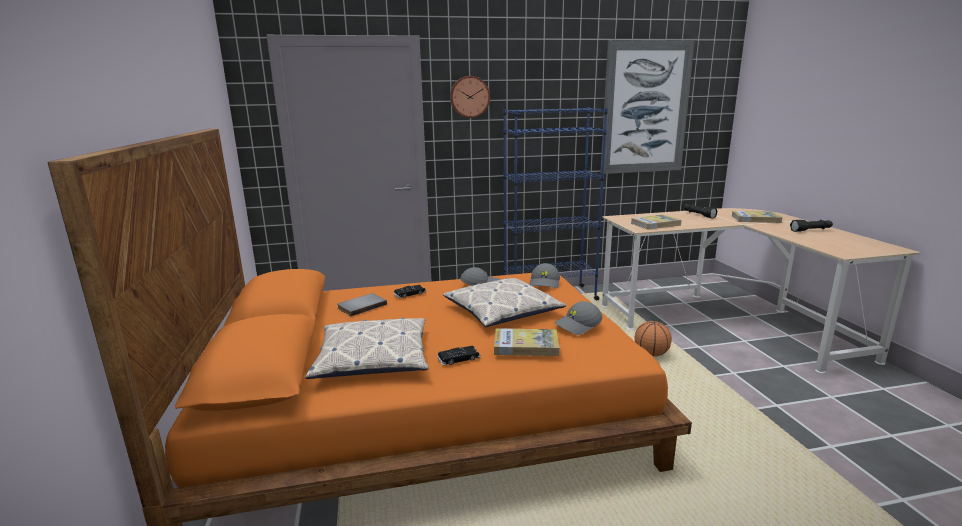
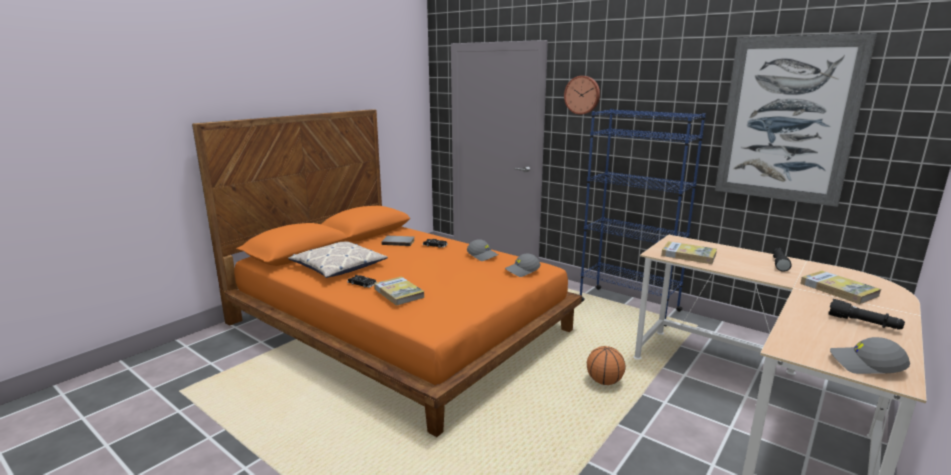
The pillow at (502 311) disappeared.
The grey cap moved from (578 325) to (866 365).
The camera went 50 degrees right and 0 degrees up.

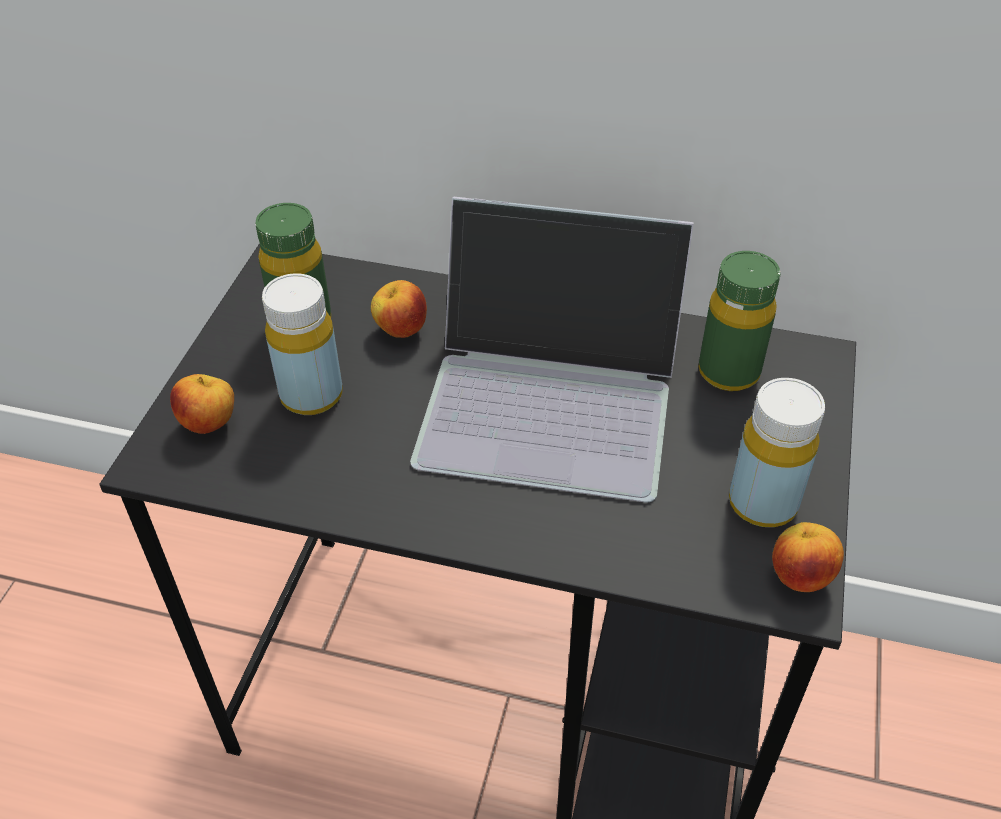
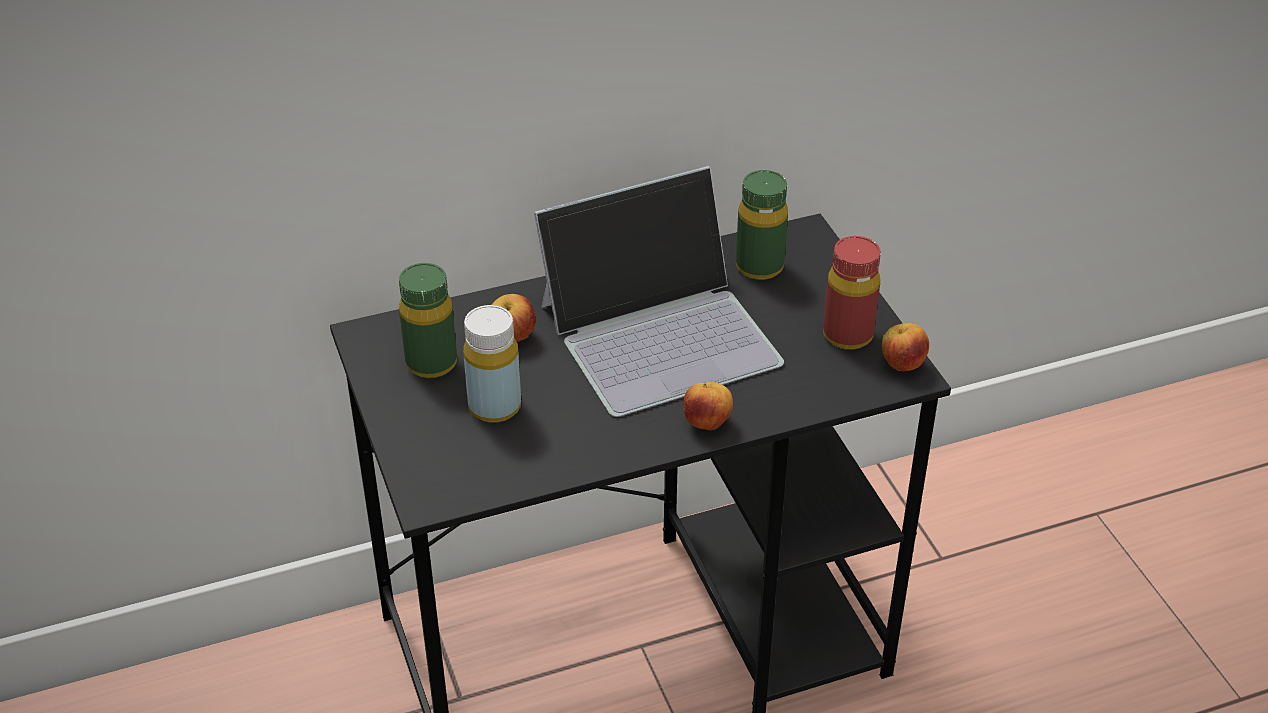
The apple moved from (210 424) to (707 423).
The yellow bottle at (762 503) became the red bottle at (847 335).
The camera went 35 degrees left and 5 degrees down.

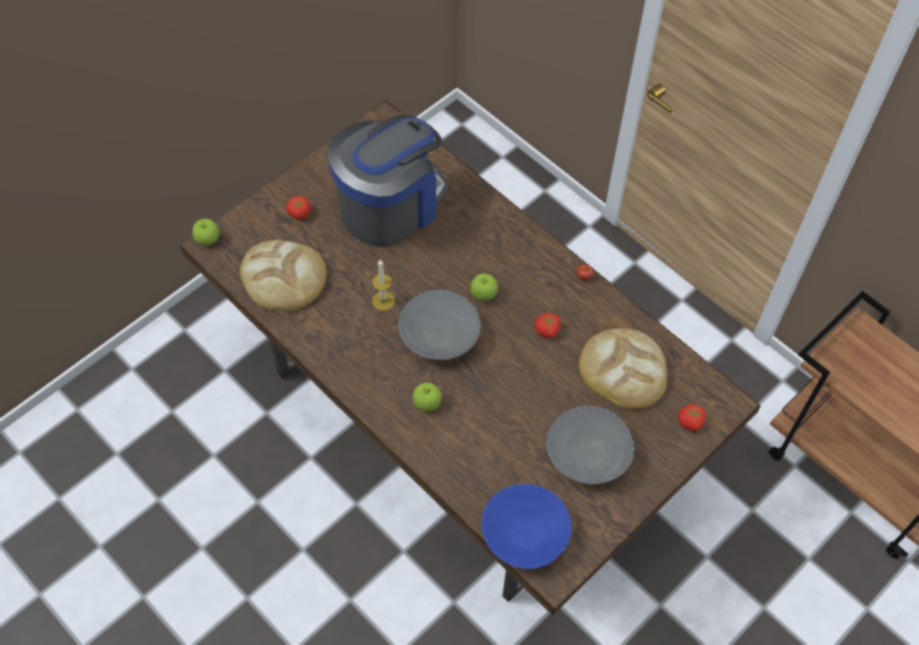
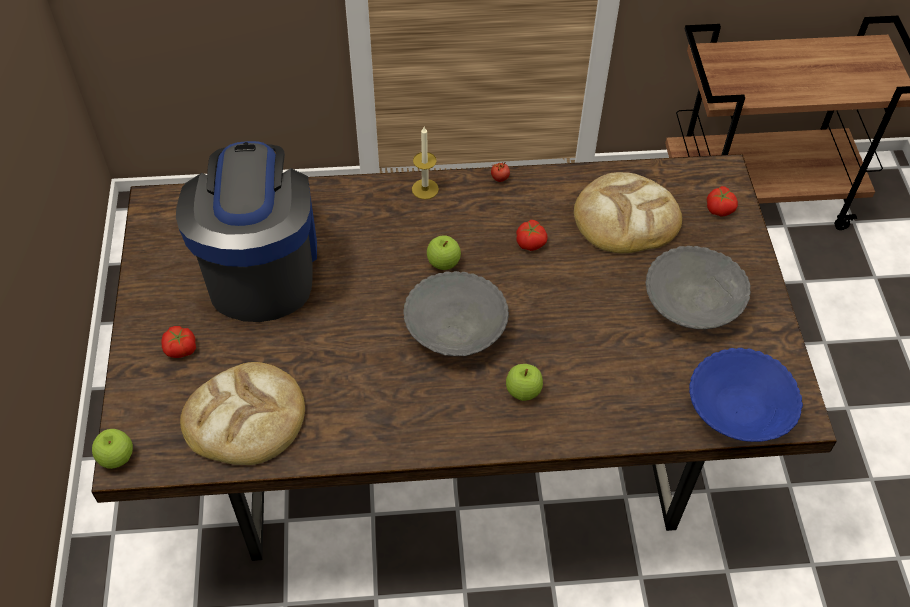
The candle moved from (383 301) to (425 189).
The camera went 50 degrees left and 5 degrees down.

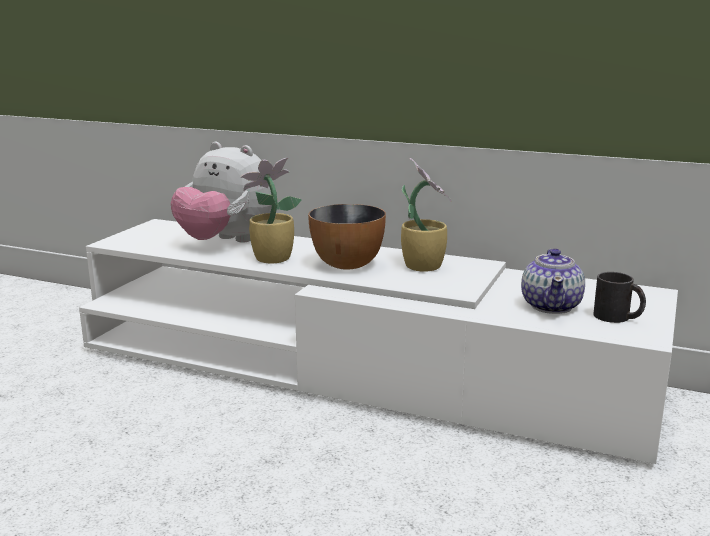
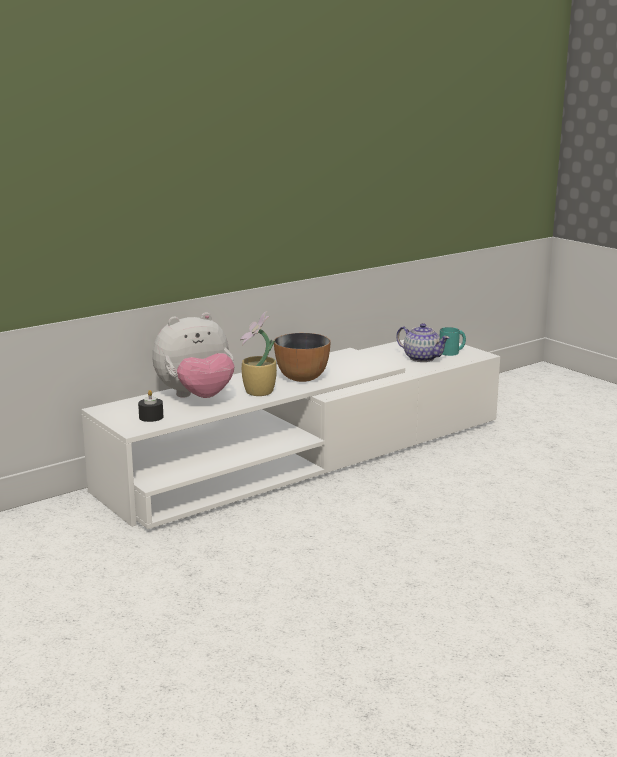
The potted plant at (423 266) disappeared.
The black mug at (618 317) became the turquoise mug at (452 352).
The black candle at (151 417) appeared.
The camera went 60 degrees left and 0 degrees up.

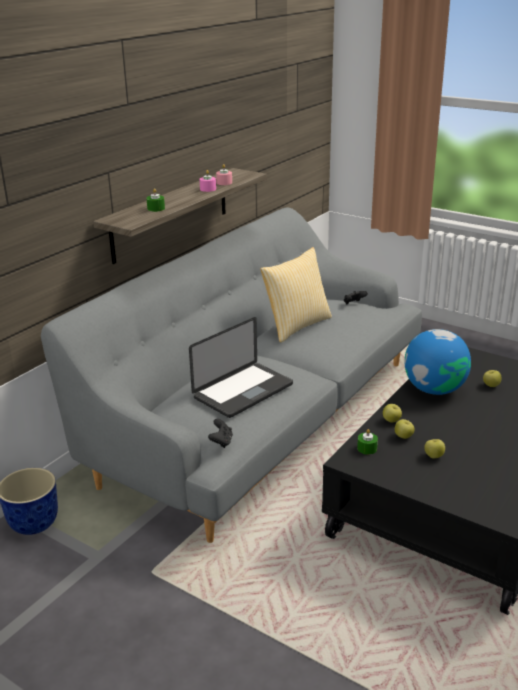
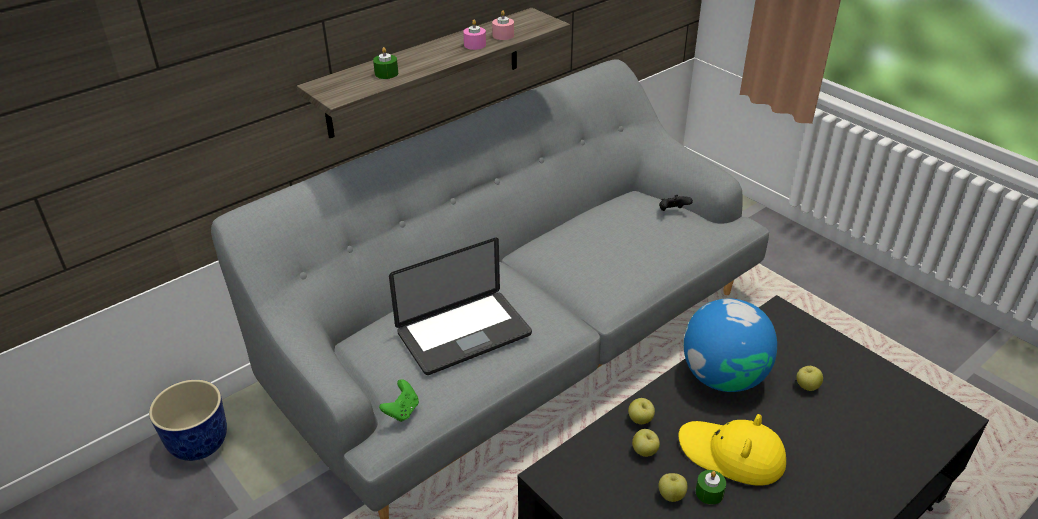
The black game controller at (221 442) became the green game controller at (402 411).
The pillow at (296 326) disappeared.
The green candle moved from (367 448) to (709 492).
The yellow hat at (731 455) appeared.
The camera went 15 degrees right and 10 degrees up.

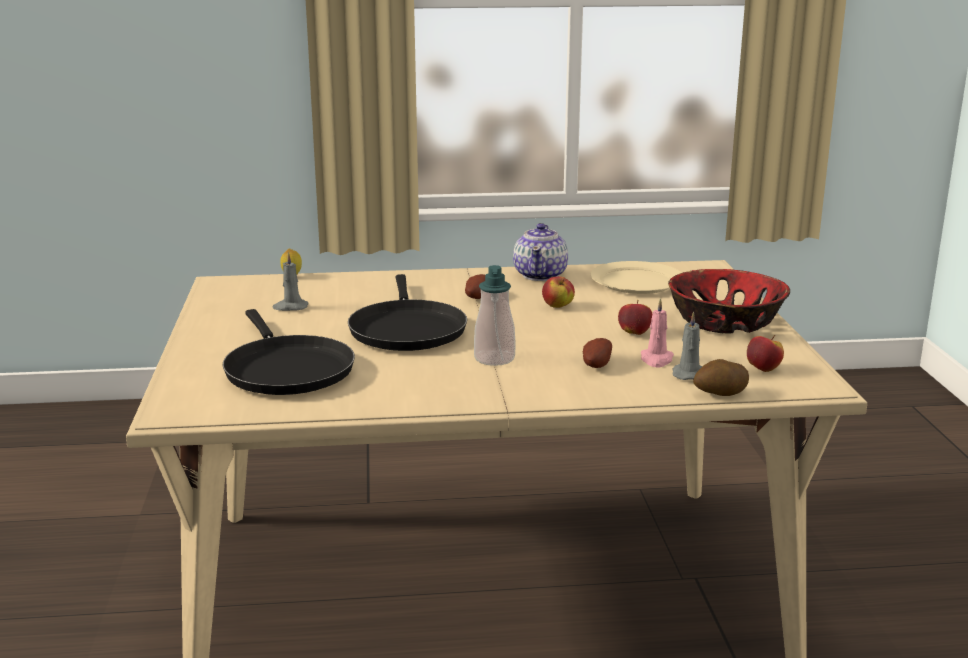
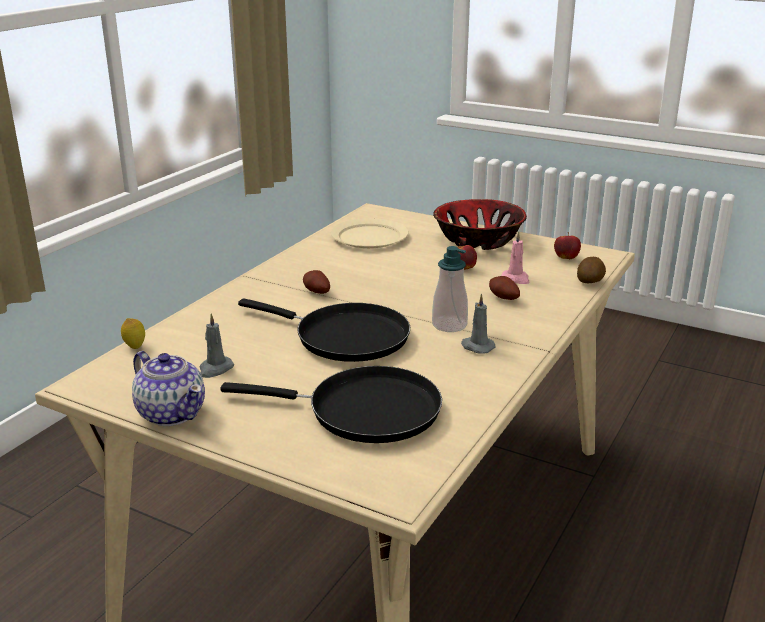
The teapot moved from (541 275) to (171 413).
The apple at (557 306) disappeared.
The grey candle moved from (688 374) to (477 346).
The camera went 55 degrees left and 5 degrees up.

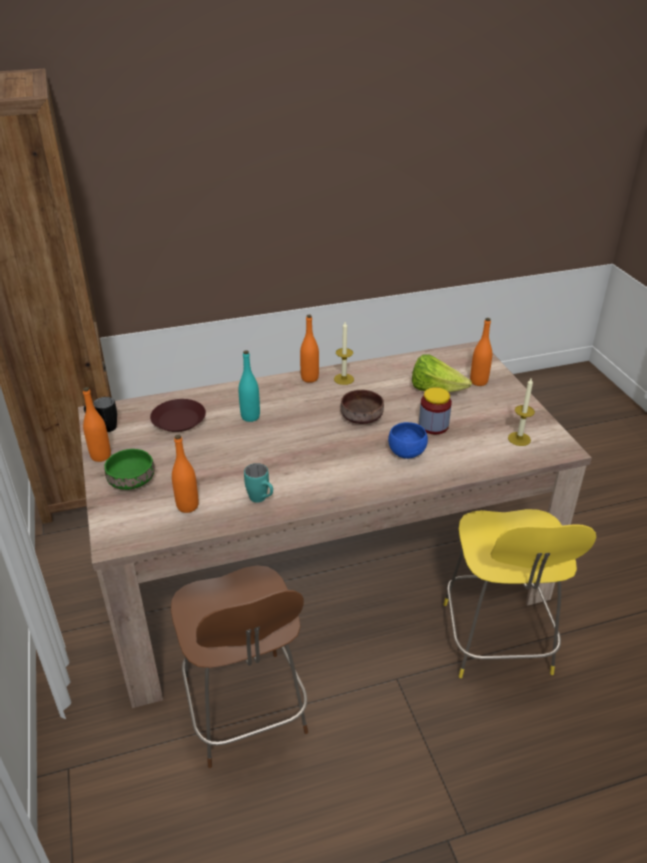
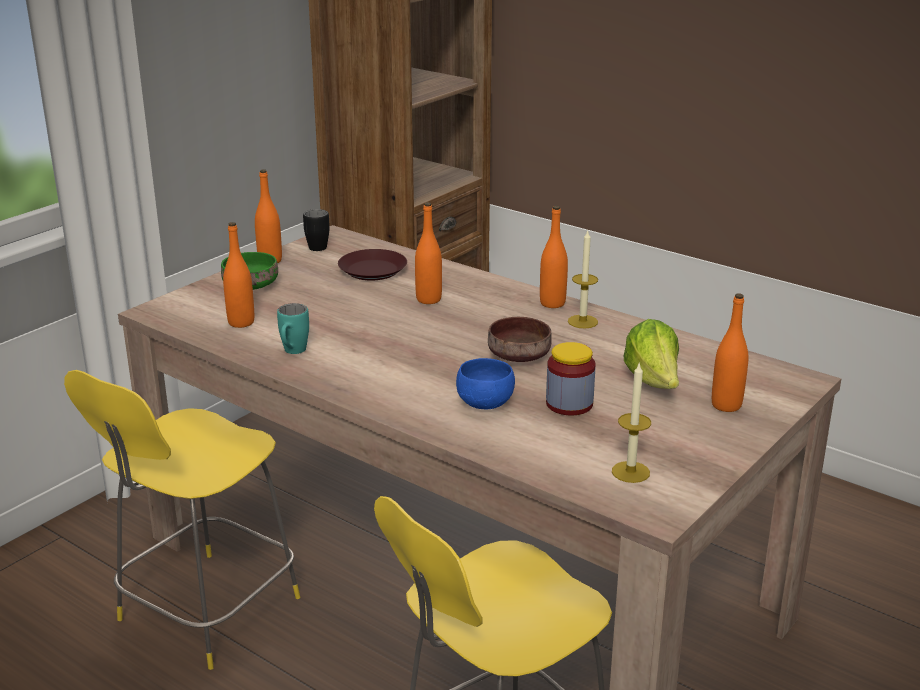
The brown chair at (246 712) became the yellow chair at (204 612).
The turquoise bottle at (250 417) became the orange bottle at (428 299).
The camera went 55 degrees right and 10 degrees down.

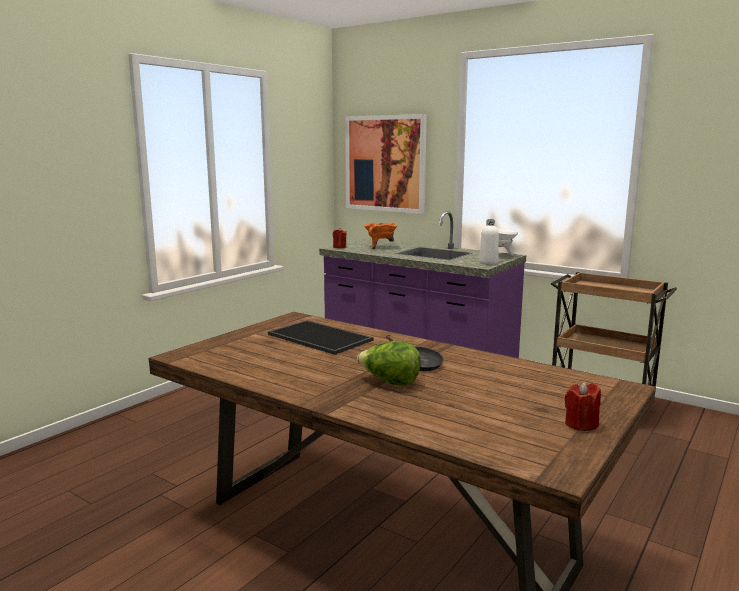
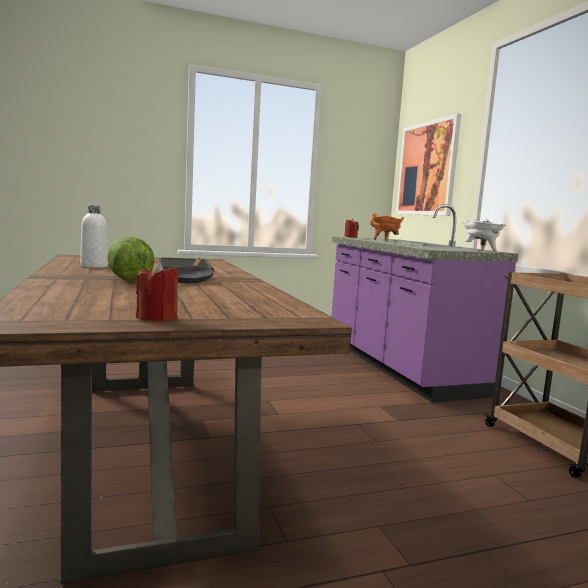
The white bottle moved from (488 262) to (94 266).
The camera went 35 degrees right and 5 degrees down.

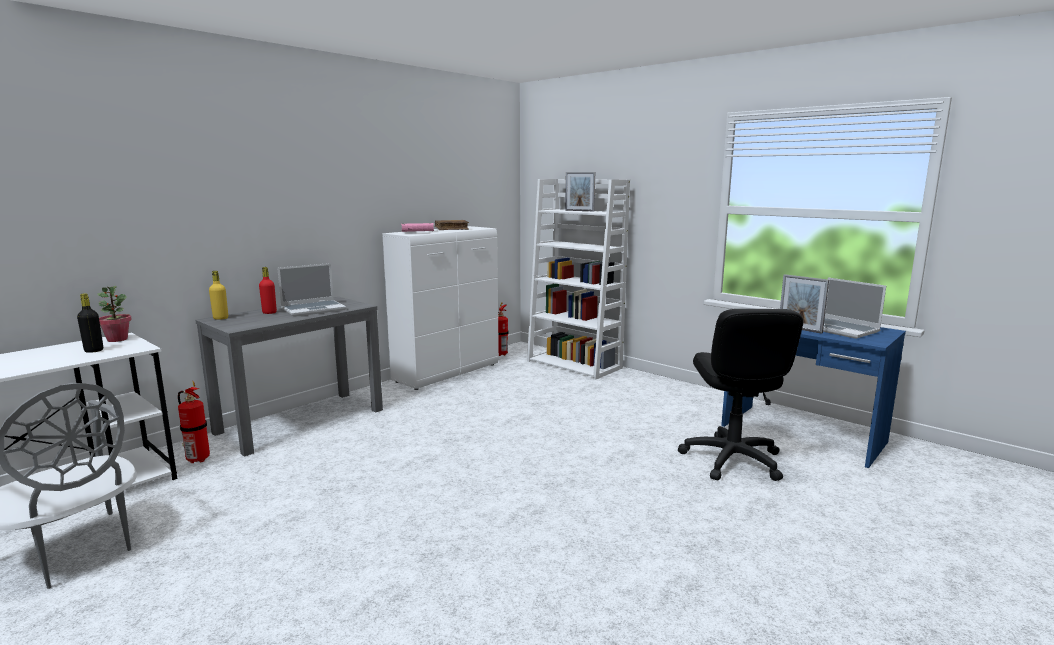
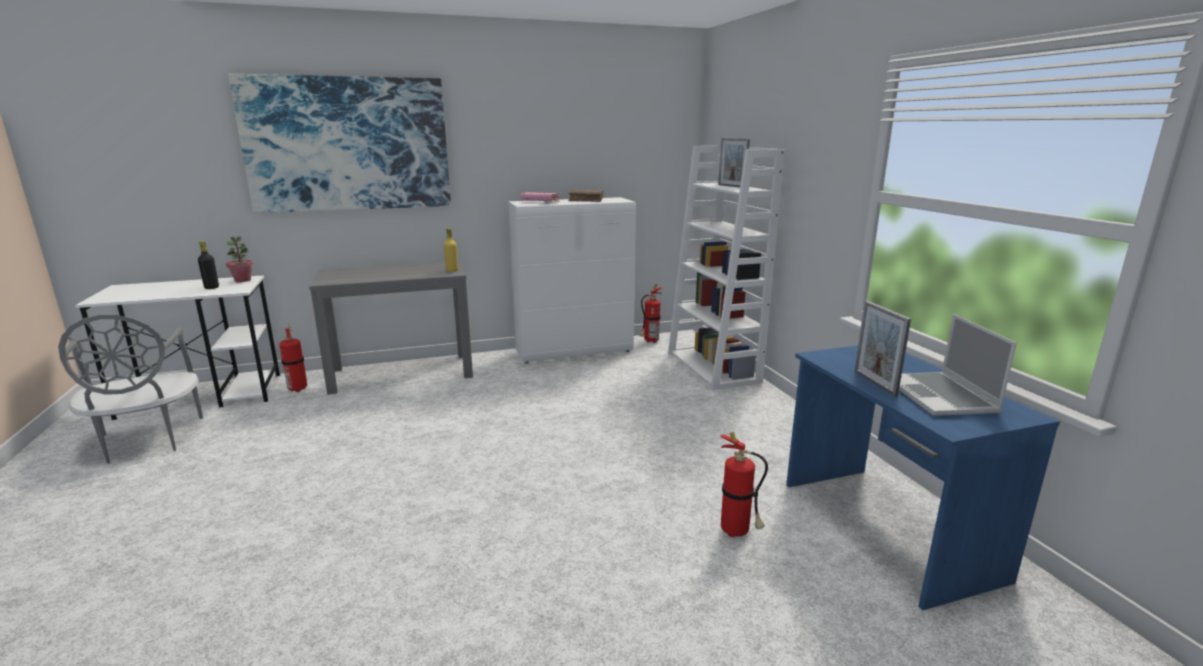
The yellow bottle moved from (220 318) to (452 270).
The red bottle at (269 312) disappeared.
The laptop at (314 309) disappeared.
The black office chair at (732 460) was replaced by the fire extinguisher at (737 533).
The picture at (348 144) appeared.
The camera went 30 degrees right and 5 degrees up.

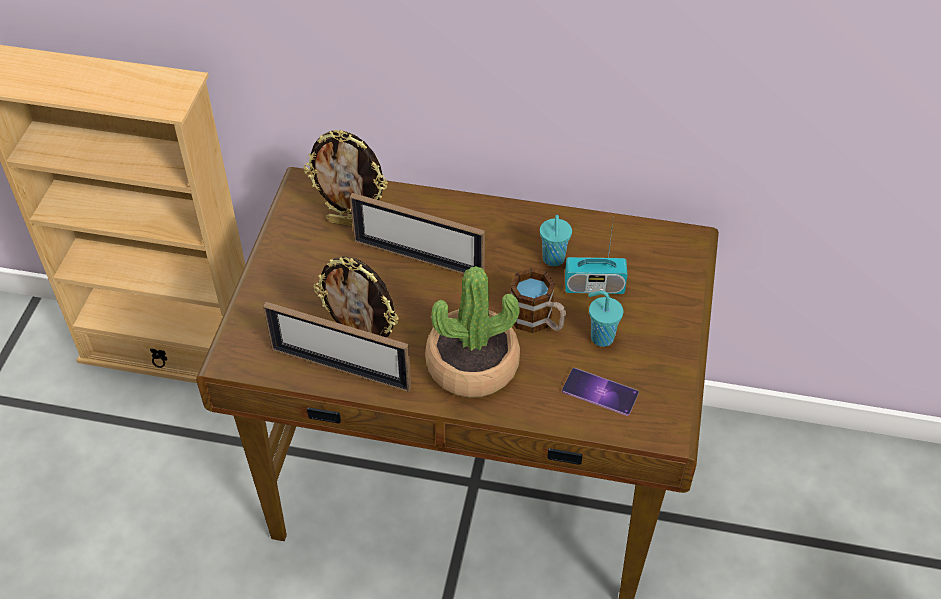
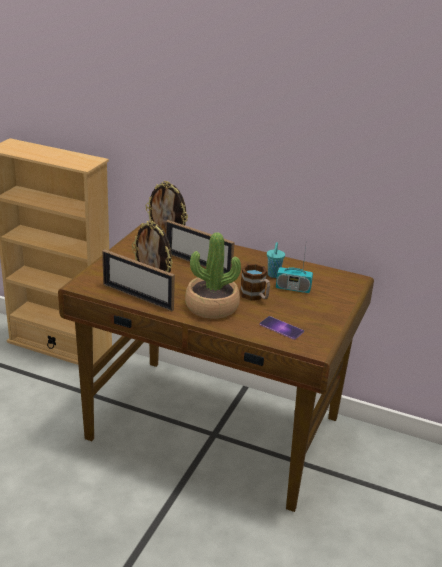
The turquoise cup at (600 337) disappeared.
The camera went 10 degrees right and 20 degrees down.

